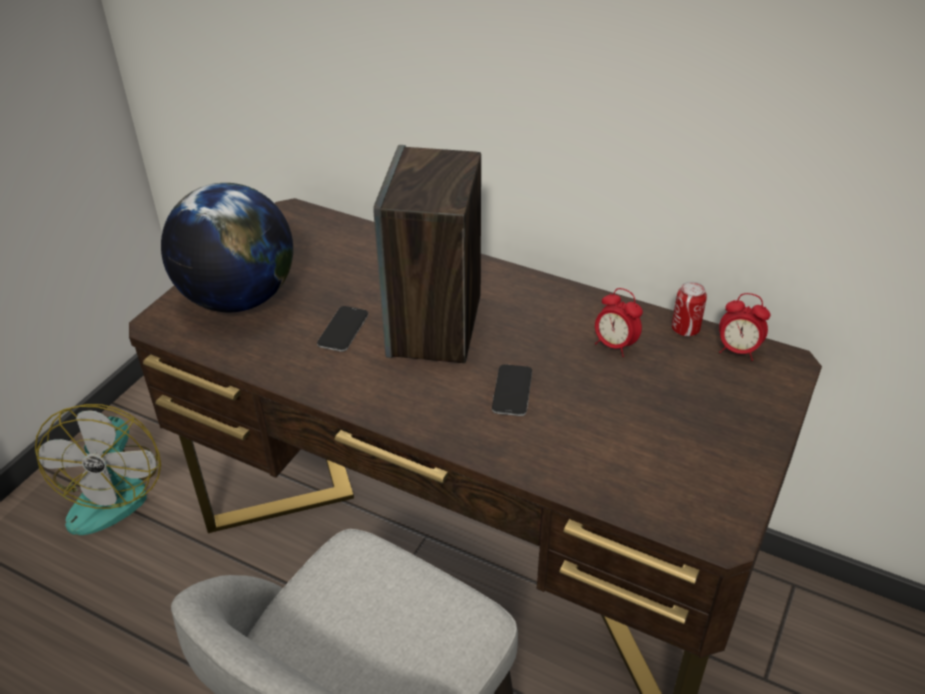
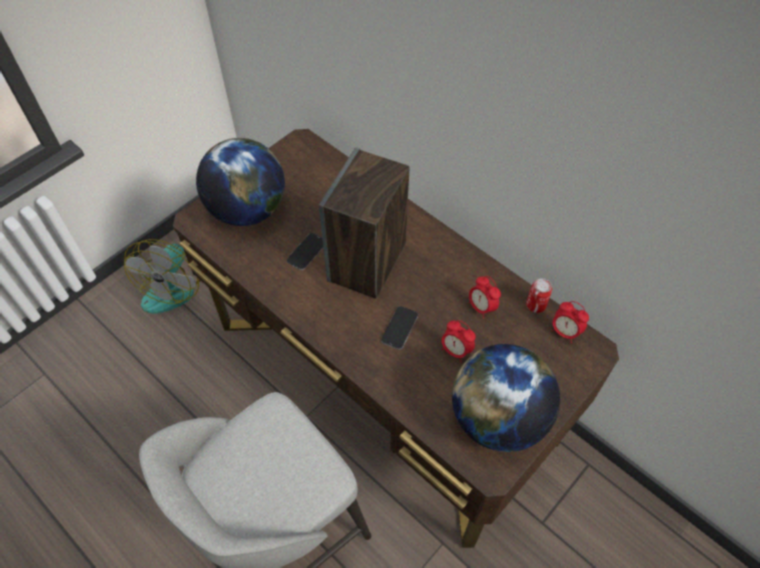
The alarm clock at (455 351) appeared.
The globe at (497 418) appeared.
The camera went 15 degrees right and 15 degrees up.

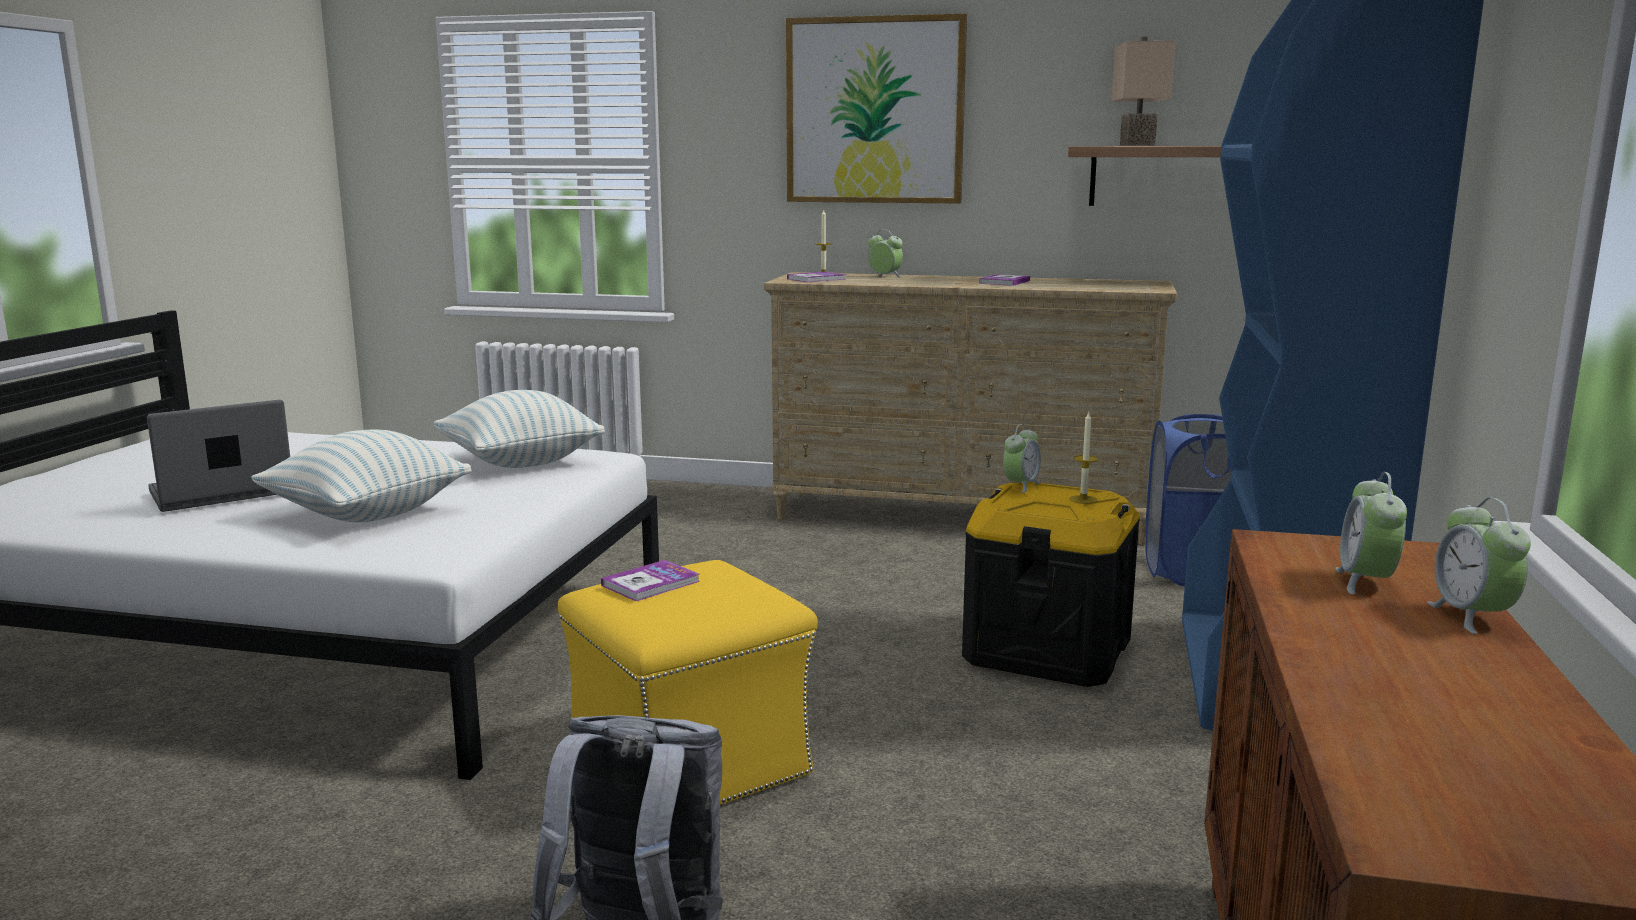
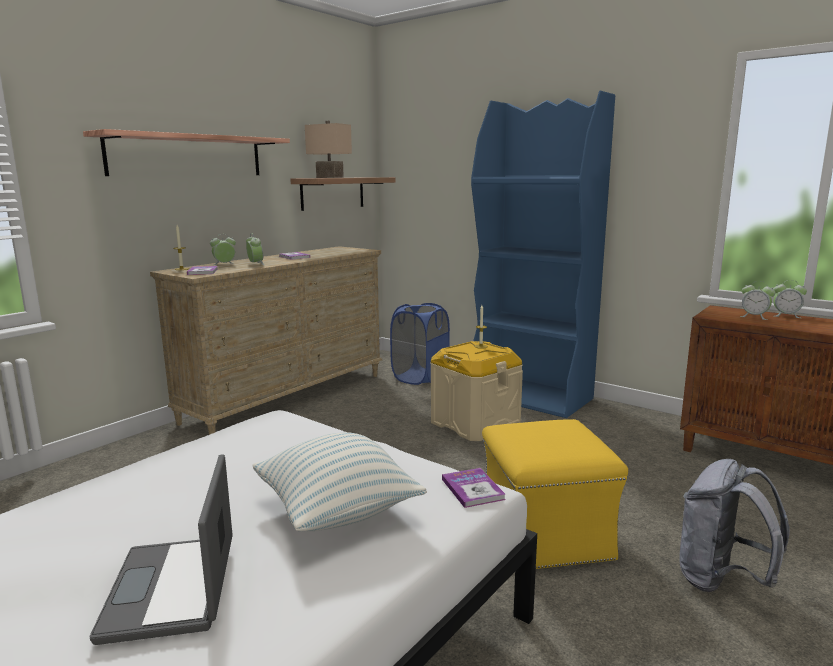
The pillow at (520 462) disappeared.
The book moved from (650 583) to (472 489).
The picture at (874 111) was replaced by the shelf at (188 156).
The black storage box at (1047 650) became the beige storage box at (474 423).
The alarm clock moved from (1021 485) to (255 264).
The camera went 65 degrees left and 0 degrees up.

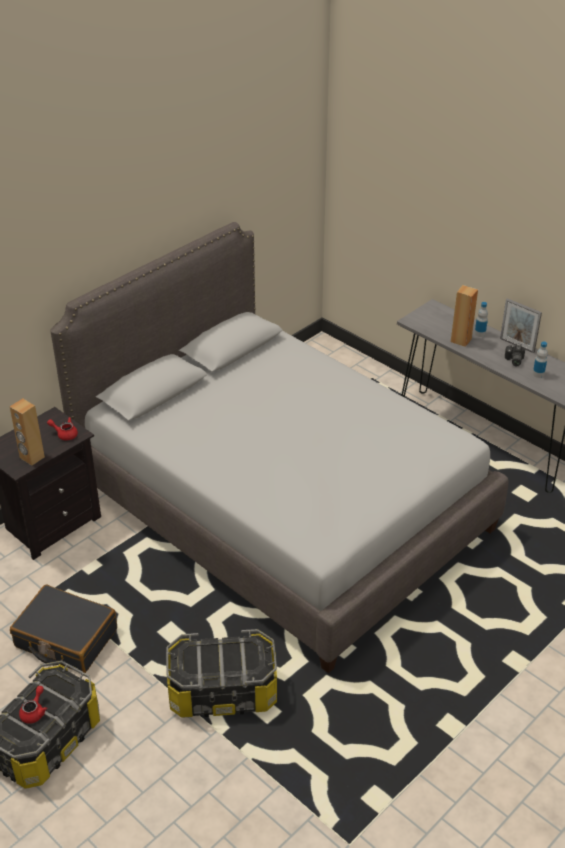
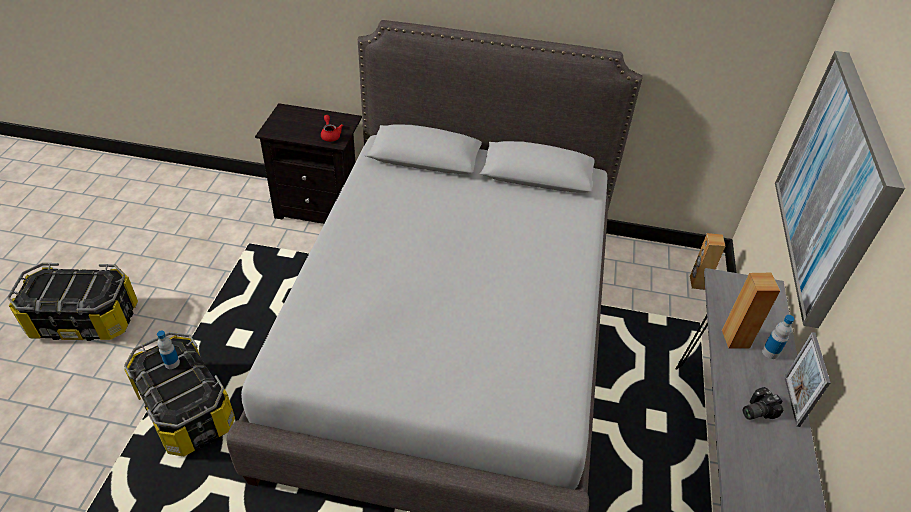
The brown speaker moved from (32 457) to (698 283).
The black suitcase at (66 638) disappeared.
The red teapot at (34 711) disappeared.
The bottle moved from (538 374) to (172 363).
The picture at (834 186) appeared.
The camera went 55 degrees right and 5 degrees up.

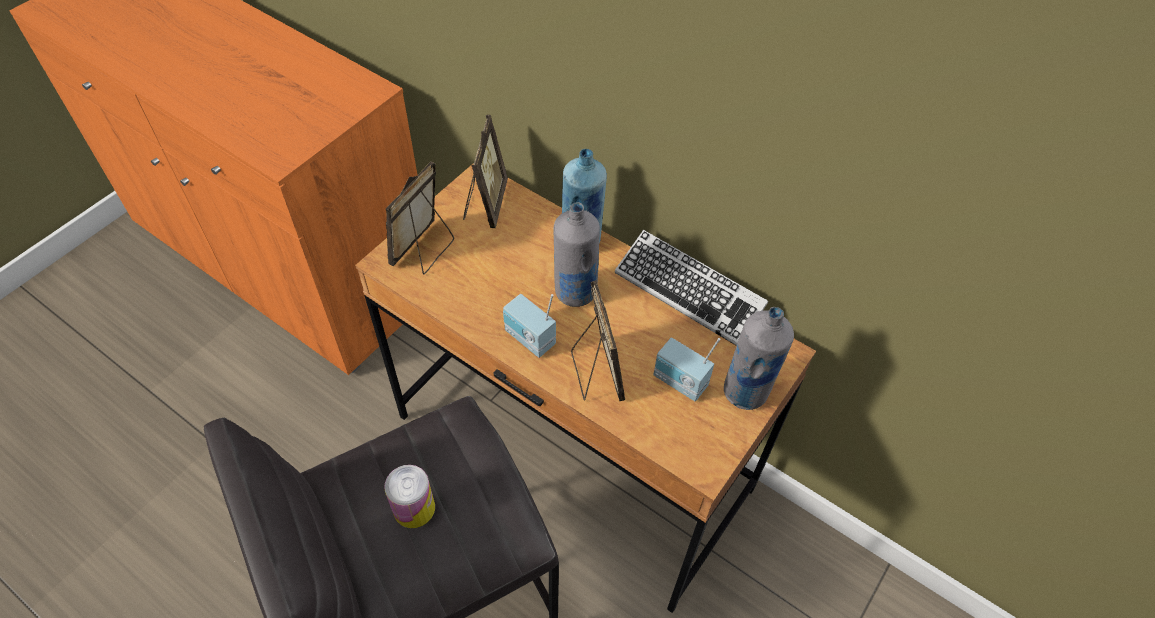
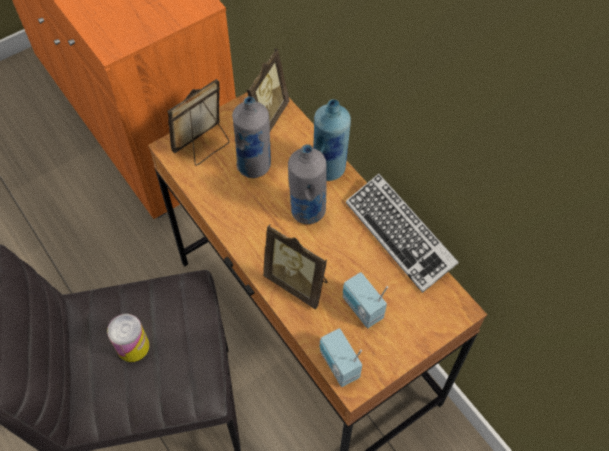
The radio moved from (528 339) to (338 366).
The picture frame at (596 373) turned 120 degrees clockwise.
The grey bottle moved from (746 392) to (254 166).
The camera went 20 degrees right and 5 degrees up.

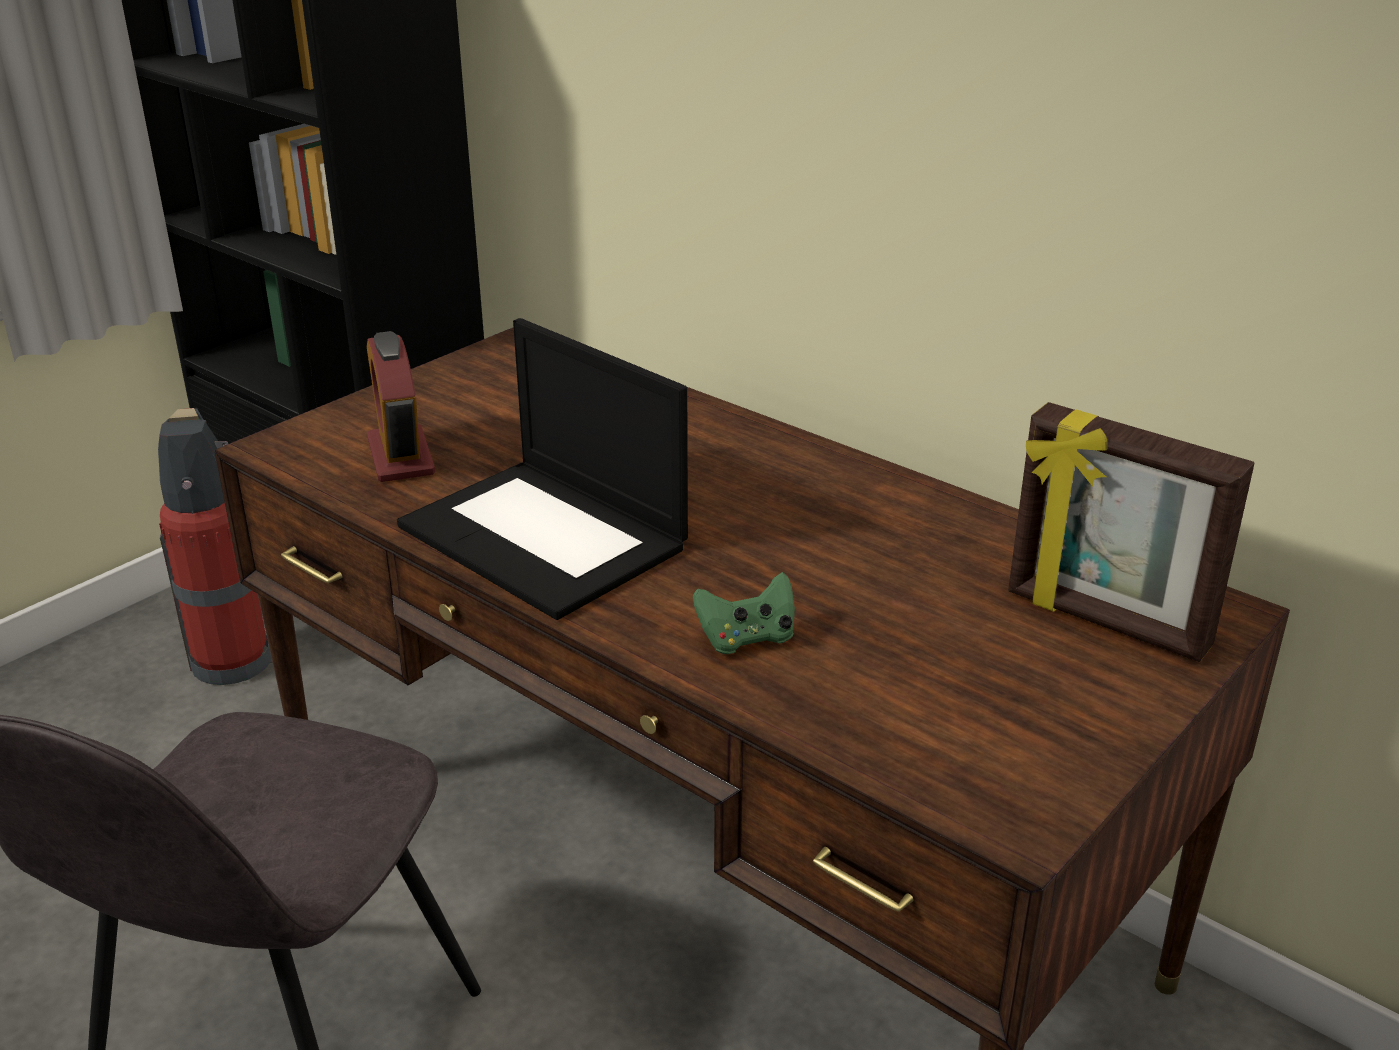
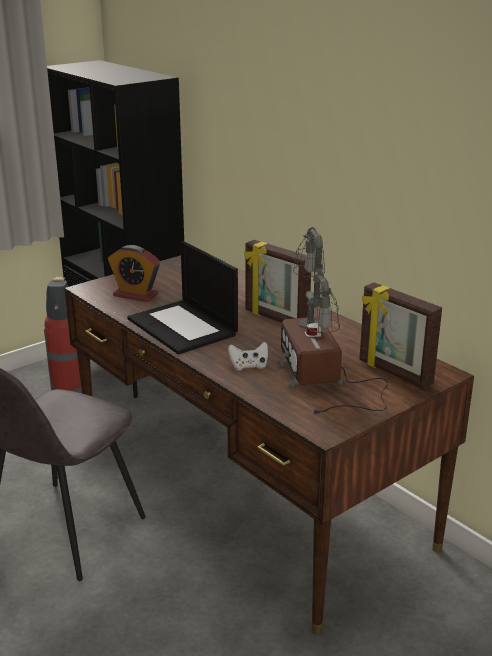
The alarm clock at (400 456) turned 60 degrees counterclockwise.
The green game controller at (747 638) became the white game controller at (249 366).
The picture frame at (275 319) appeared.
The table lamp at (321 379) appeared.
The camera went 10 degrees right and 5 degrees down.

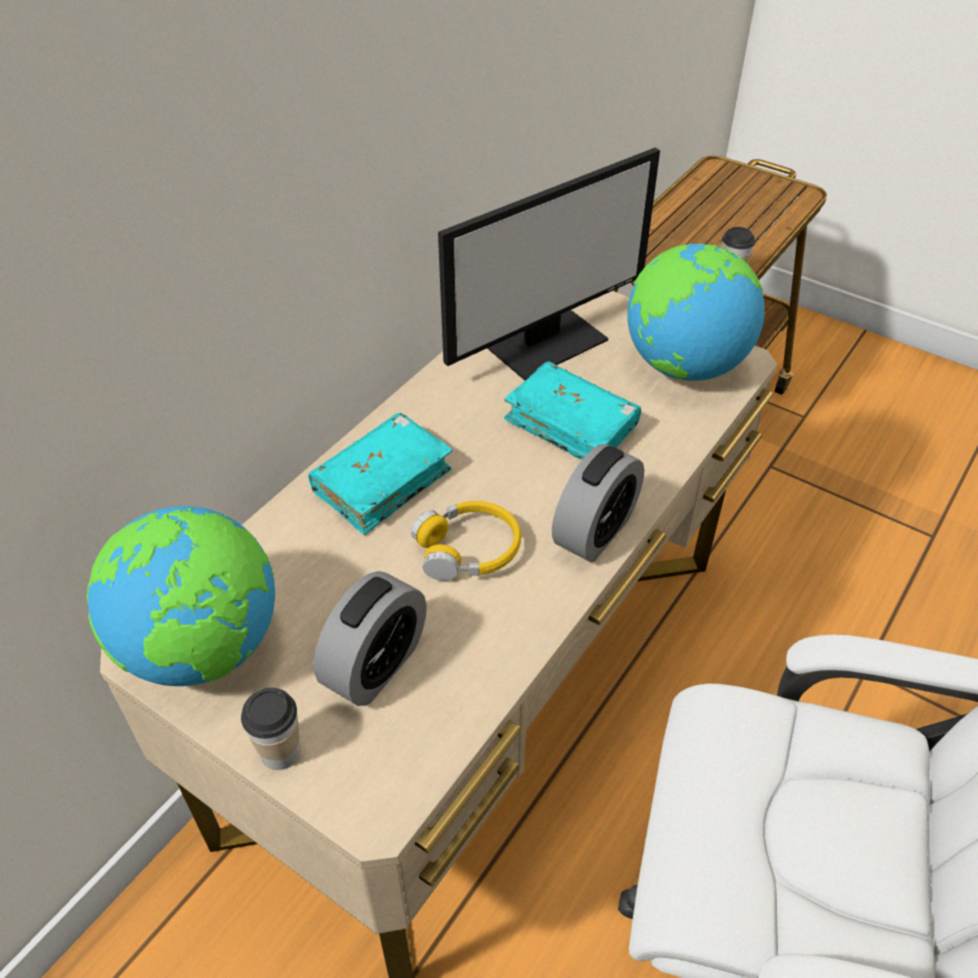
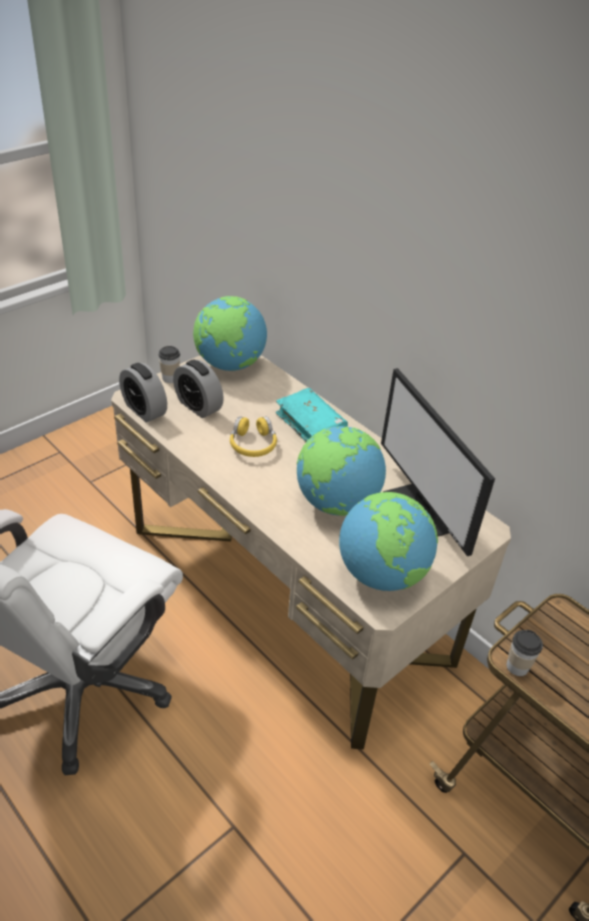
The turquoise book at (571 425) was replaced by the globe at (336 503).
The alarm clock moved from (595 532) to (144 410).
The camera went 100 degrees right and 5 degrees down.

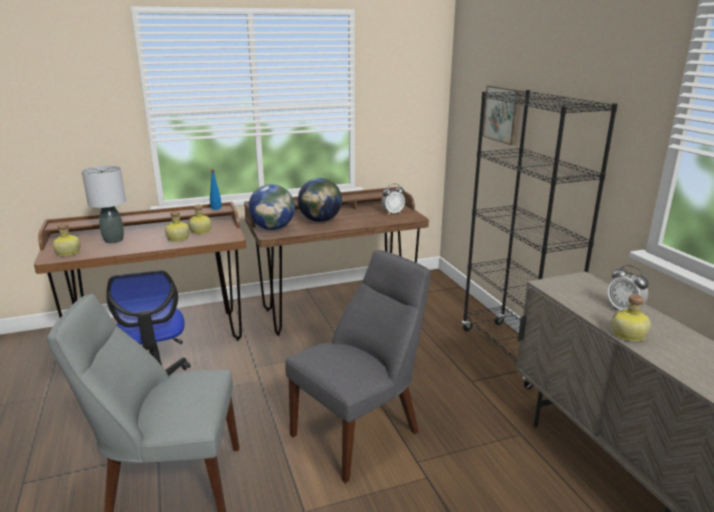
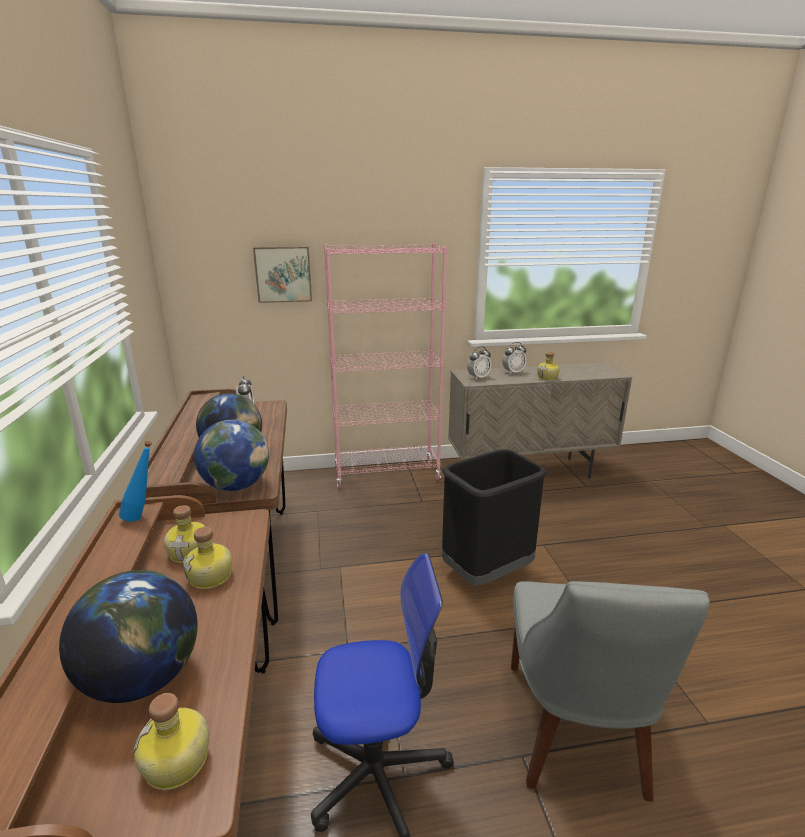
The grey table lamp at (114 240) was replaced by the globe at (143 677).
The grey chair at (360 431) was replaced by the black trash can at (486 572).
The black bookcase at (512 353) became the pink bookcase at (387 474).
The alarm clock at (478 377) appeared.
The camera went 80 degrees left and 0 degrees up.

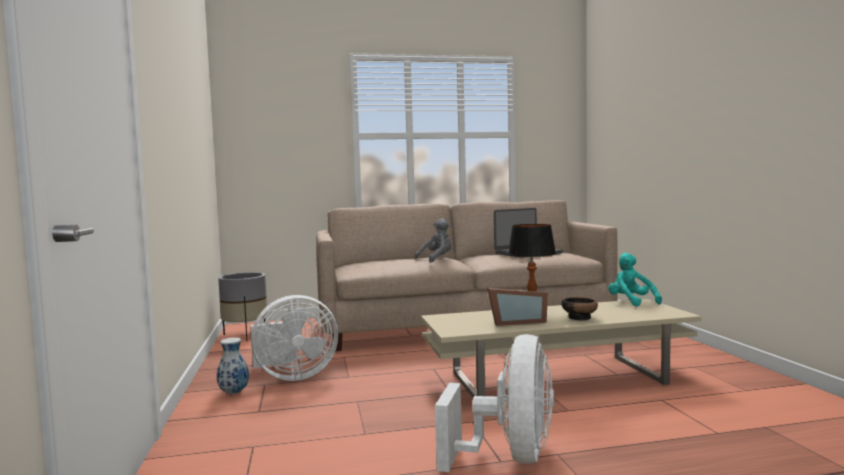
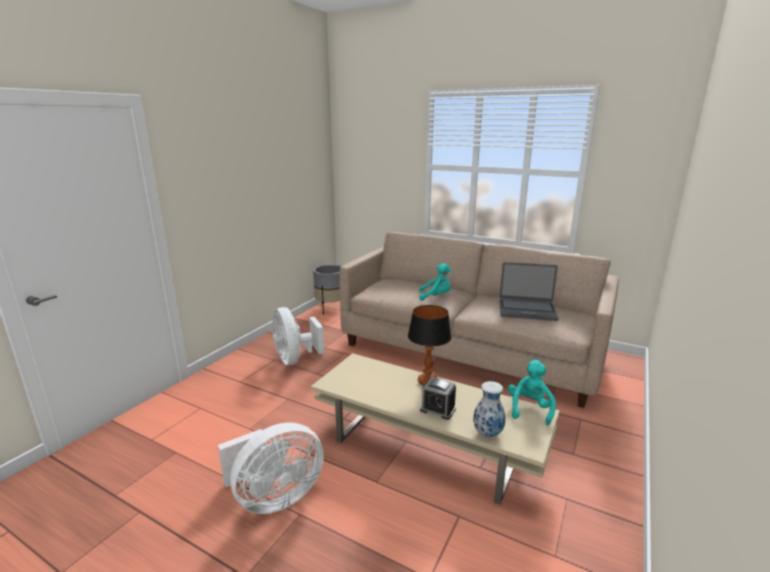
The vase moved from (234 393) to (488 434).
The white fan at (292 376) turned 45 degrees clockwise.
The grey plush toy at (436 259) became the turquoise plush toy at (436 296).
The picture frame at (516 322) disappeared.
The bowl at (579 317) was replaced by the alarm clock at (438 409).
The camera went 40 degrees right and 15 degrees up.

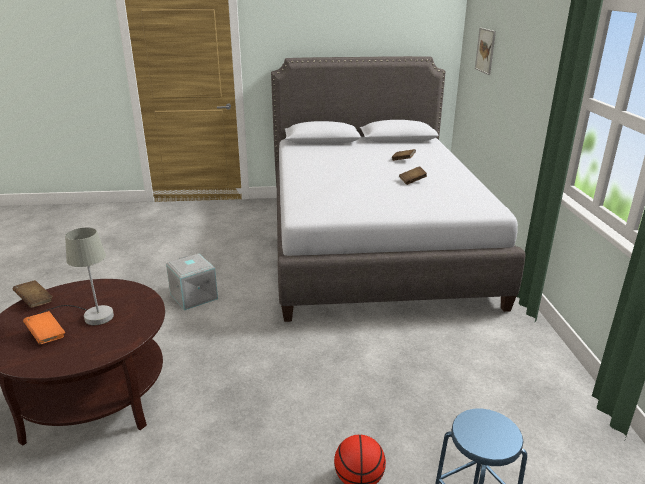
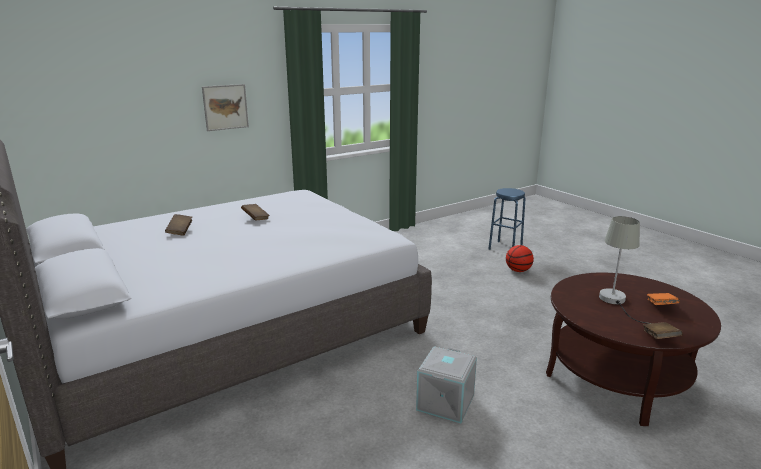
The picture moved from (485 50) to (225 107).
The camera went 120 degrees left and 5 degrees down.

